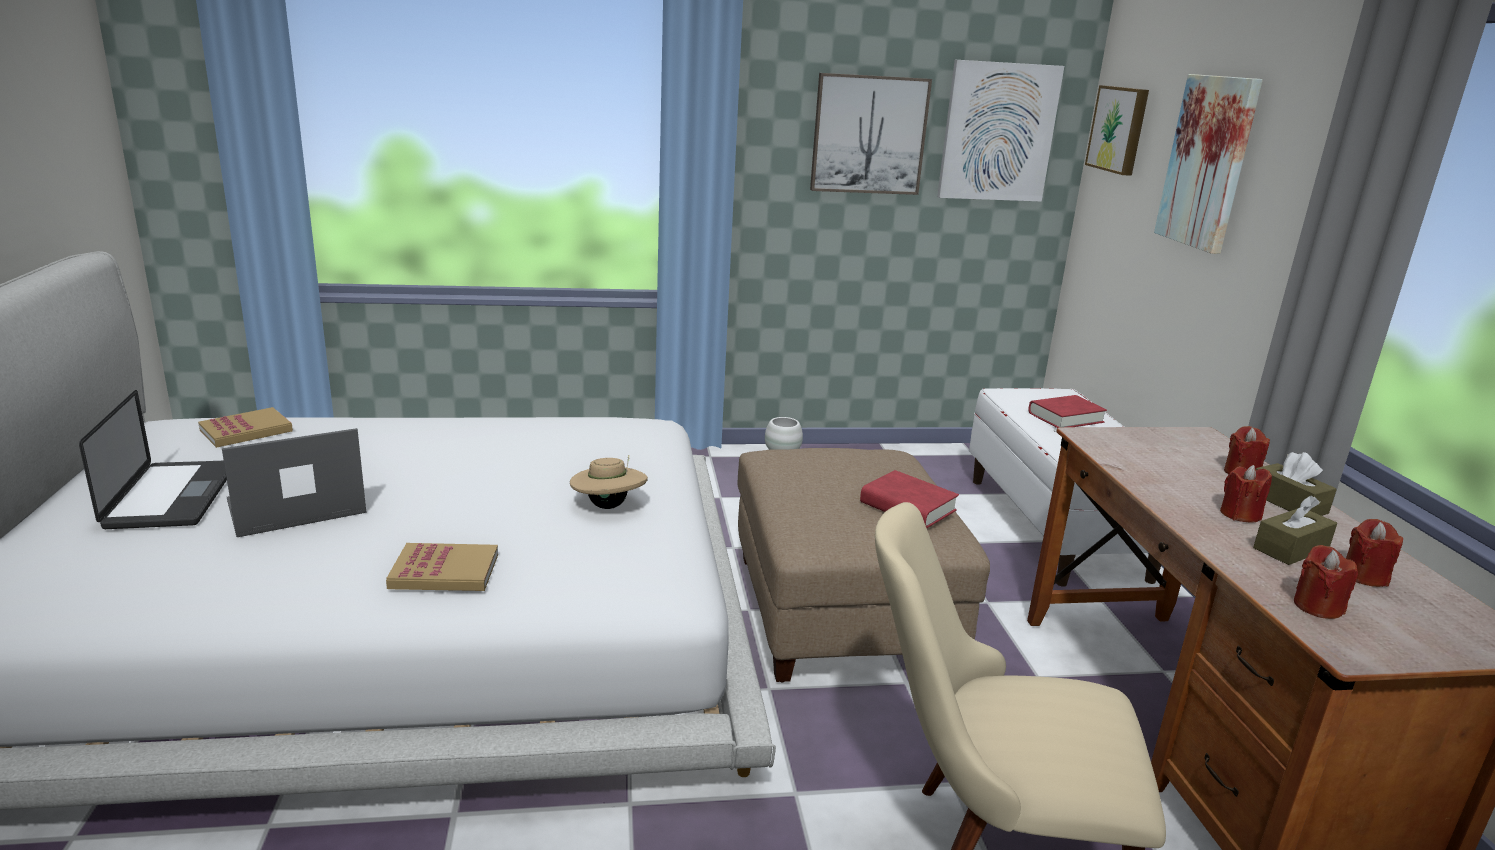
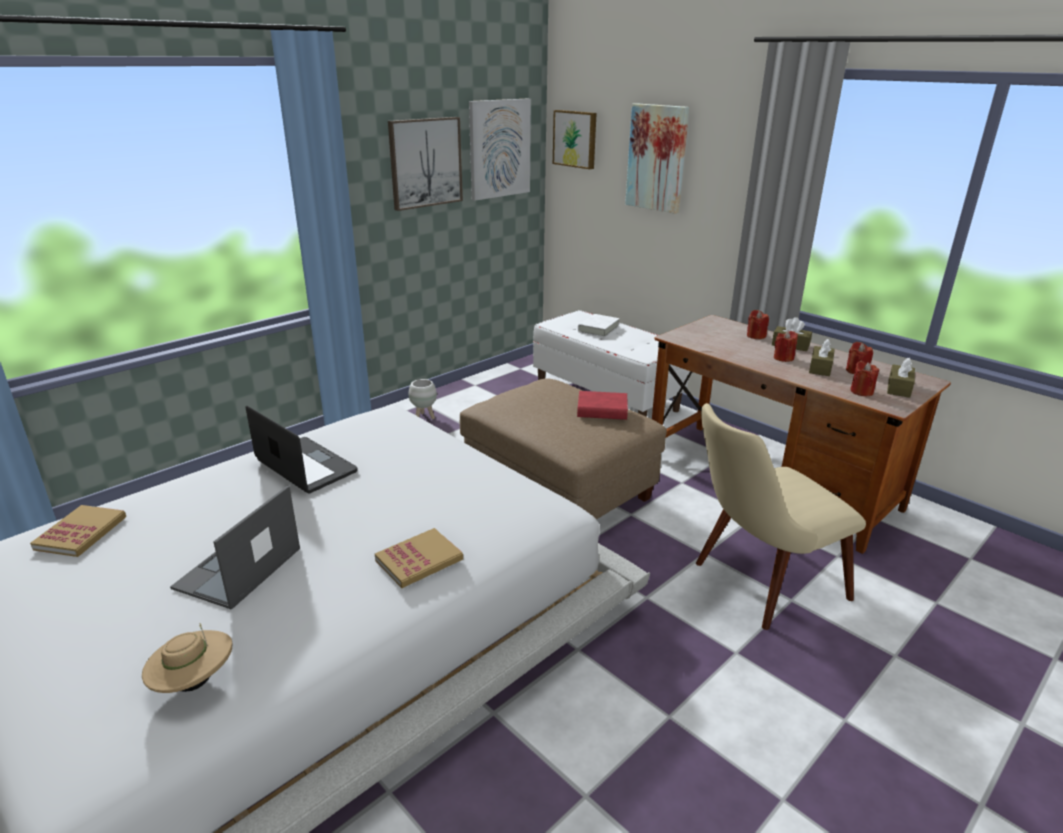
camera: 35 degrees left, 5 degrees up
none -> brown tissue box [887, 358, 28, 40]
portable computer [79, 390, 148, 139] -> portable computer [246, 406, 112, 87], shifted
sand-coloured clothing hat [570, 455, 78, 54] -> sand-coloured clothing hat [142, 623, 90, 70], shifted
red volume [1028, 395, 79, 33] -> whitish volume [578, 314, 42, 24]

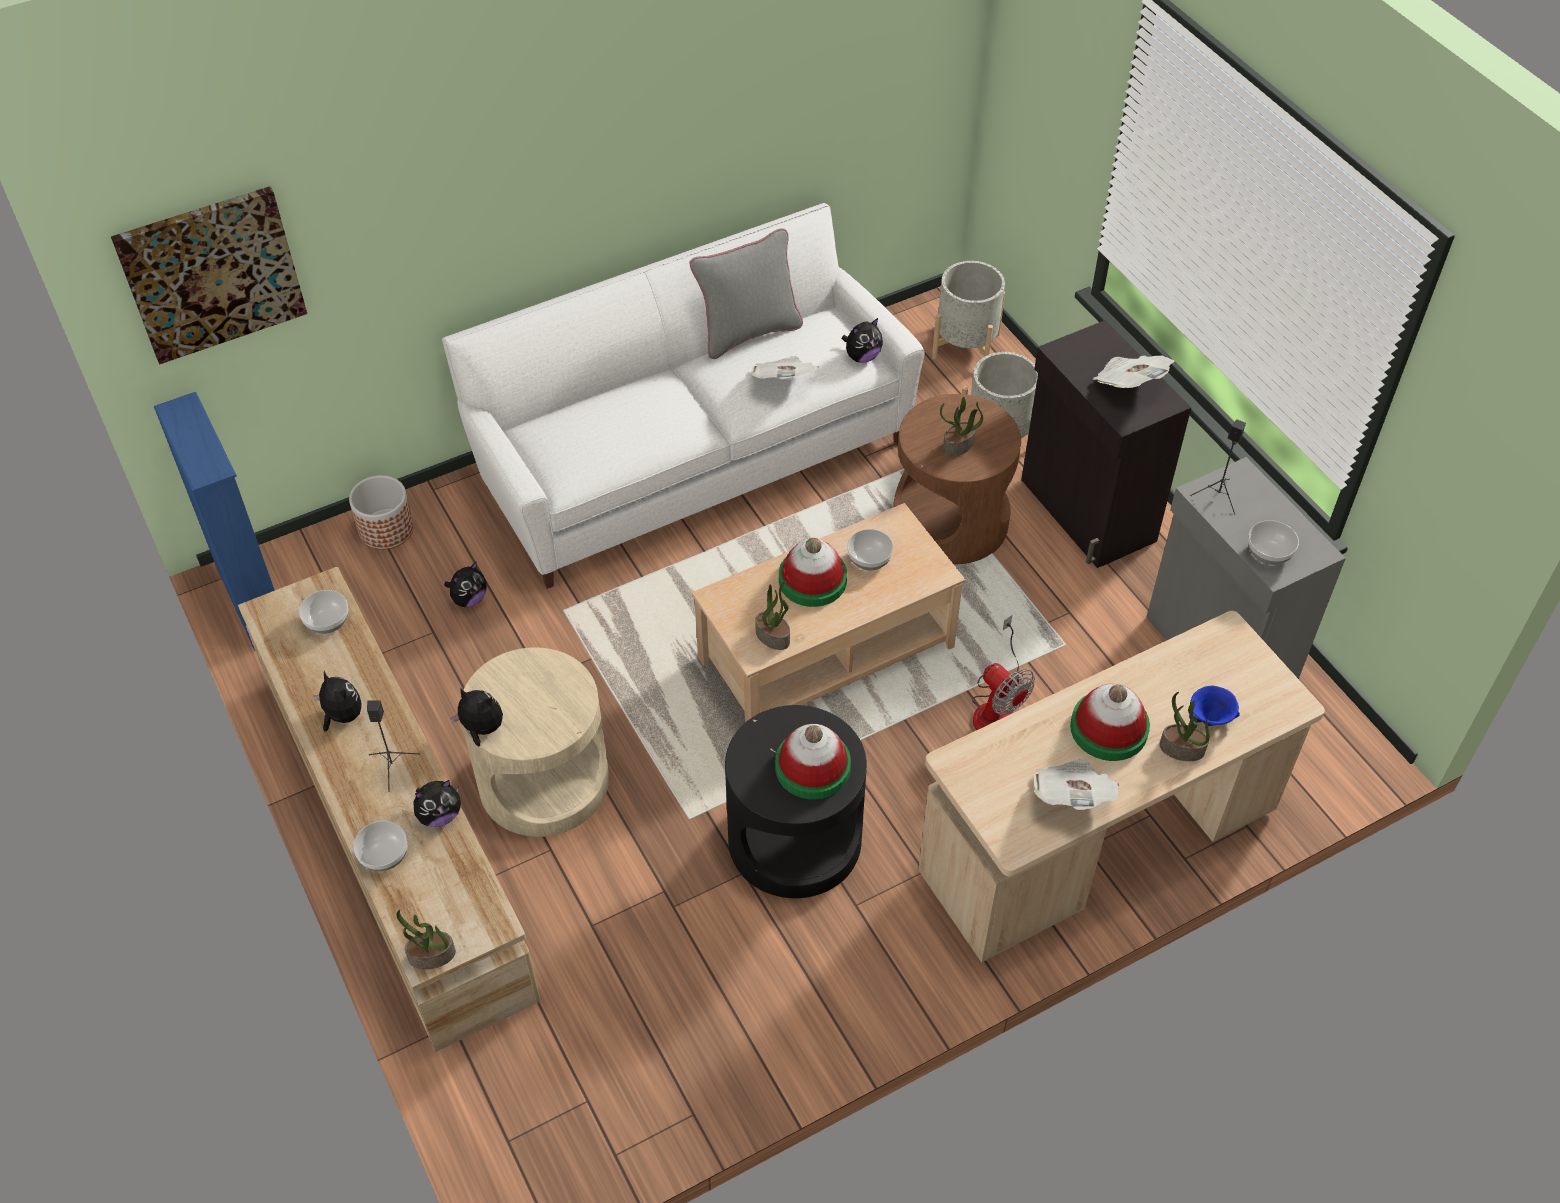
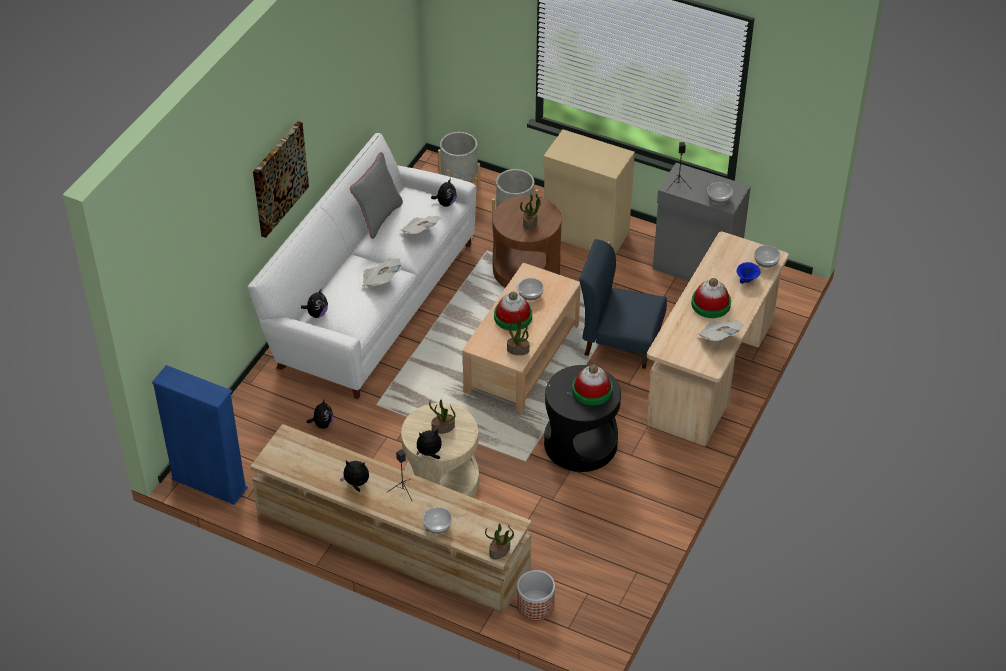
camera: 35 degrees left, 5 degrees down
picture [111, 186, 196, 178] -> picture [253, 121, 56, 117], shifted
bowl [299, 590, 49, 44] -> bowl [754, 245, 27, 23], shifted
planter [349, 475, 65, 75] -> planter [517, 570, 38, 51], shifted
soft toy [414, 780, 47, 47] -> soft toy [301, 288, 27, 30], shifted
daily paper [1093, 355, 82, 33] -> daily paper [362, 258, 40, 29], shifted
plant in a pot [1159, 692, 51, 69] -> plant in a pot [429, 400, 26, 34], shifted
electric fan [972, 615, 63, 115] -> blue plain chair [579, 239, 88, 130]
black storage cabinet [1021, 320, 170, 248] -> sand-coloured storage cabinet [543, 129, 92, 125]

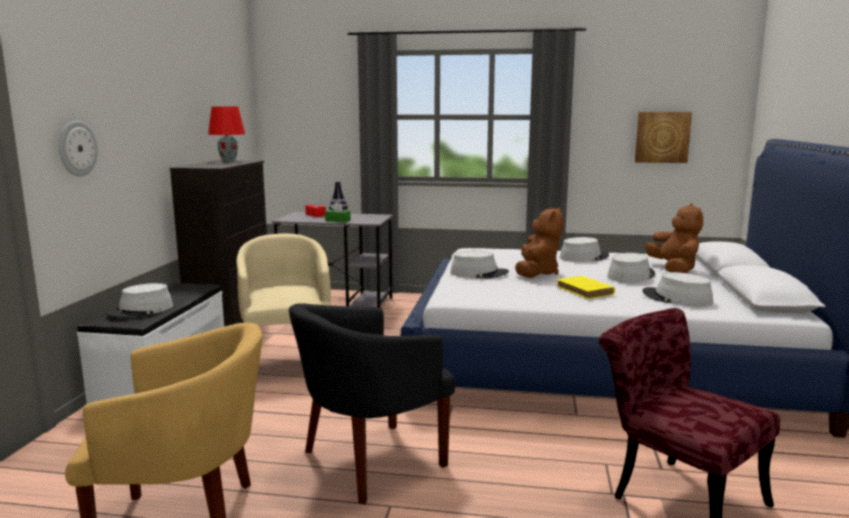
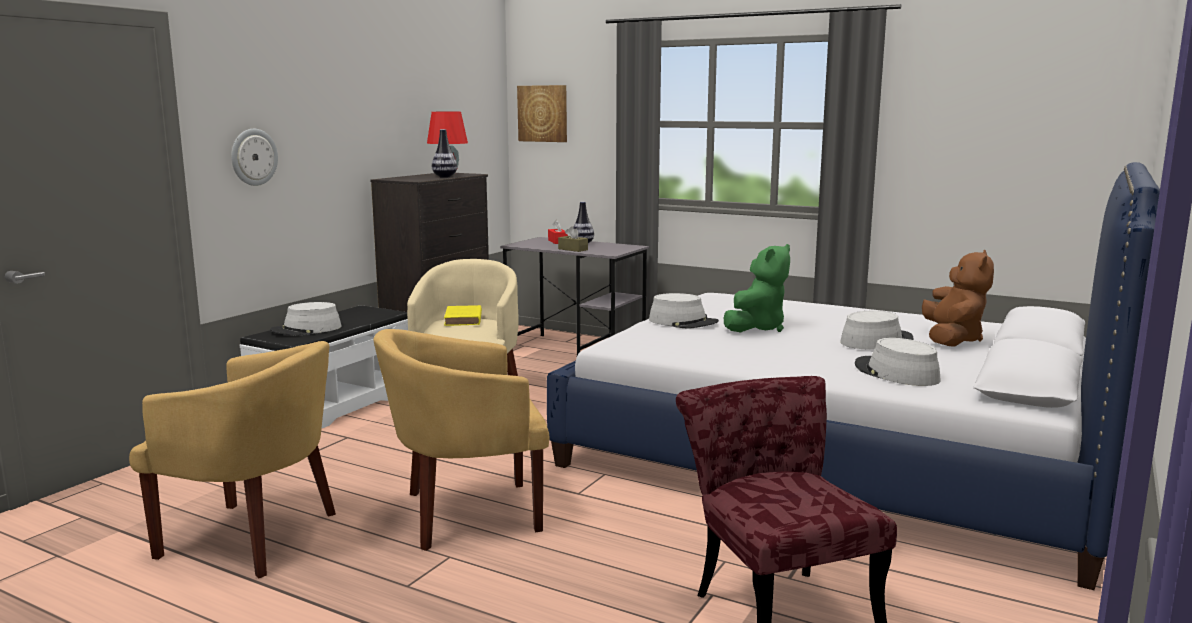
camera: 20 degrees right, 0 degrees up
gray clothing hat [560, 237, 49, 25] -> none
none -> vase [432, 129, 25, 49]
yellow-coloured volume [556, 276, 59, 23] -> yellow-coloured volume [444, 305, 38, 21], shifted
picture [635, 112, 57, 51] -> picture [517, 85, 50, 57], shifted
black lounge chair [289, 303, 166, 201] -> yellow-coloured lounge chair [373, 329, 176, 222]
greenish tissue box [325, 202, 26, 20] -> brown tissue box [558, 226, 30, 26]
brown soft toy [515, 207, 48, 71] -> greenish soft toy [724, 244, 66, 88]

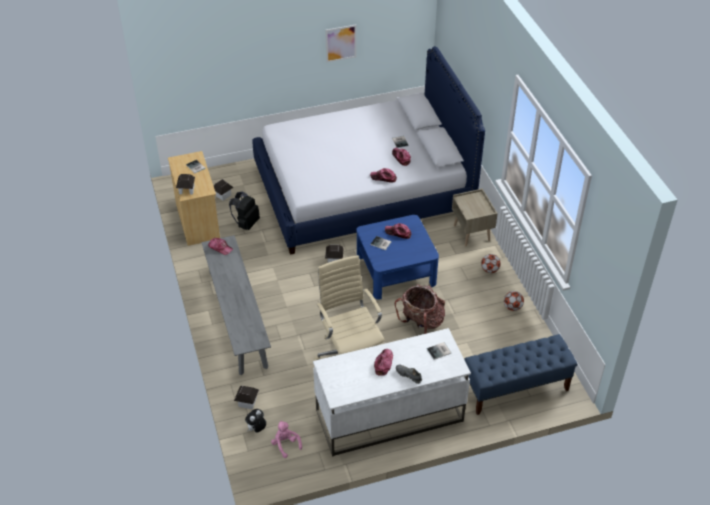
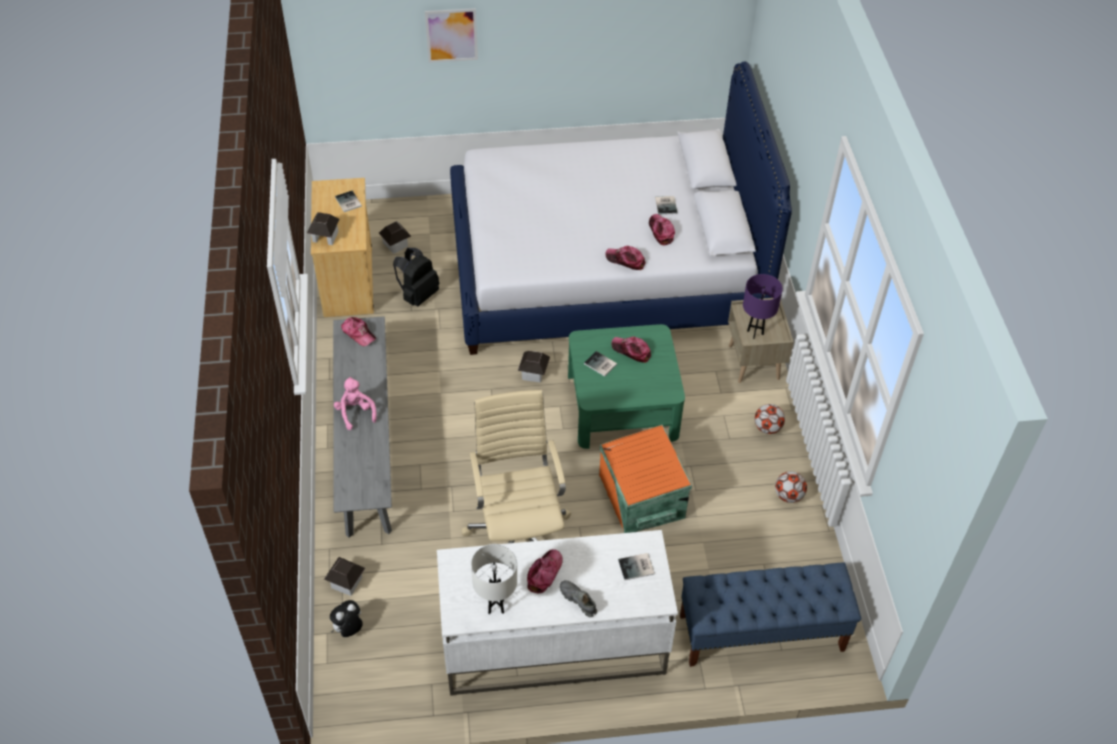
camera: 10 degrees right, 5 degrees up
none -> whitish tabletop lamp [471, 544, 46, 70]
none -> purplish tabletop lamp [743, 274, 40, 65]
pink soft toy [271, 420, 31, 38] -> pink soft toy [334, 377, 43, 53], shifted
picture [325, 25, 31, 38] -> picture [425, 8, 53, 55], shifted
rucksack [395, 284, 50, 50] -> orange storage bin [599, 425, 93, 108]
blue coffee table [357, 215, 82, 84] -> greenish coffee table [568, 324, 117, 125]

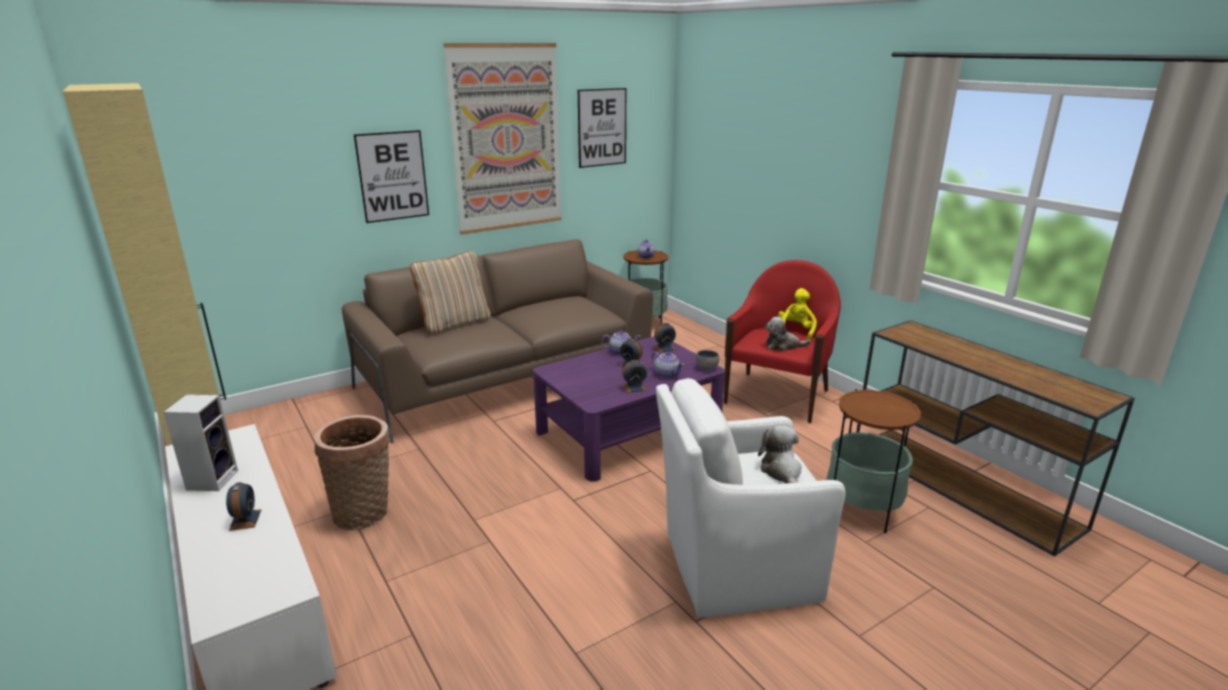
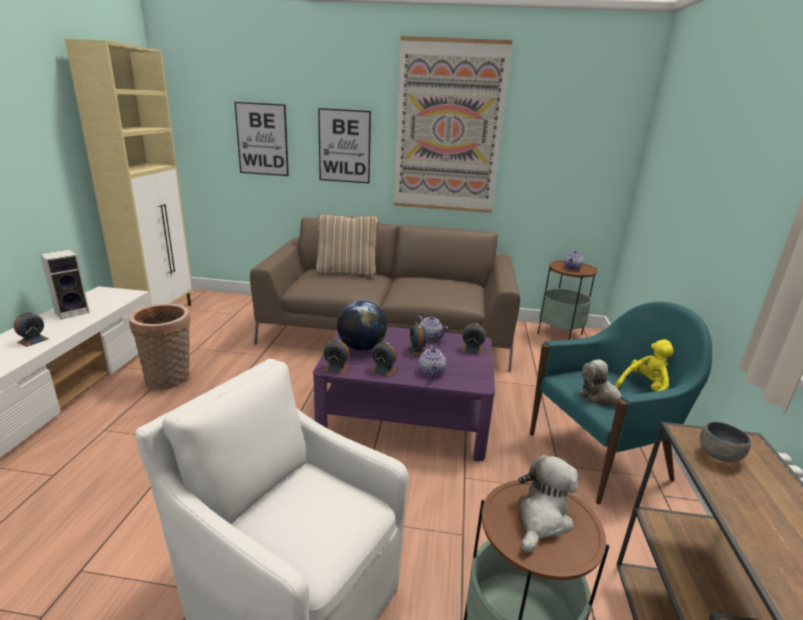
camera: 40 degrees right, 0 degrees up
none -> alarm clock [323, 339, 27, 35]
none -> desk globe [337, 300, 50, 51]
picture [578, 88, 48, 80] -> picture [234, 102, 55, 74], shifted
gray bowl [696, 350, 23, 20] -> gray bowl [700, 422, 51, 40], shifted
soft toy [758, 425, 43, 58] -> soft toy [517, 455, 61, 98], shifted
red lounge chair [724, 260, 117, 163] -> blue-green lounge chair [530, 301, 182, 203]

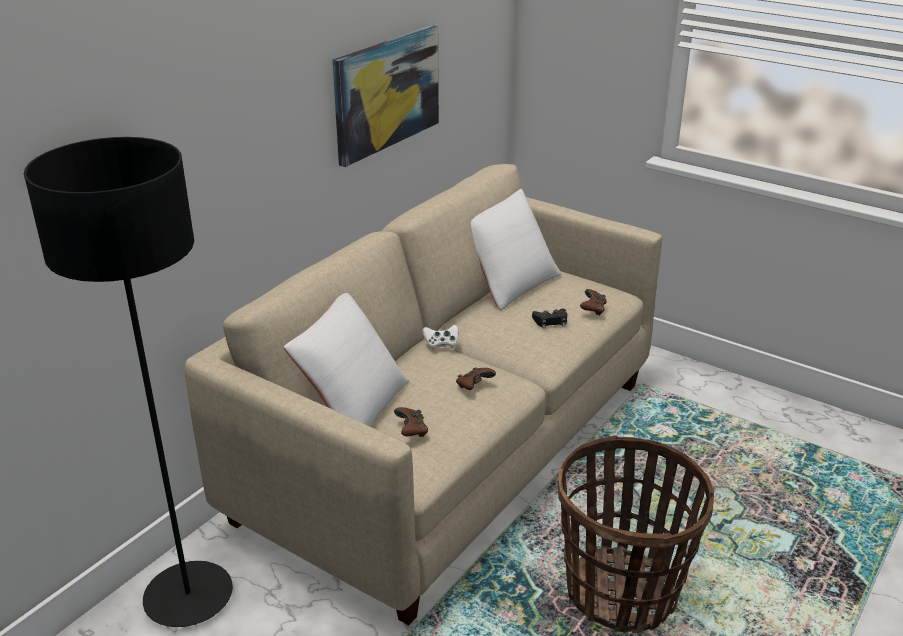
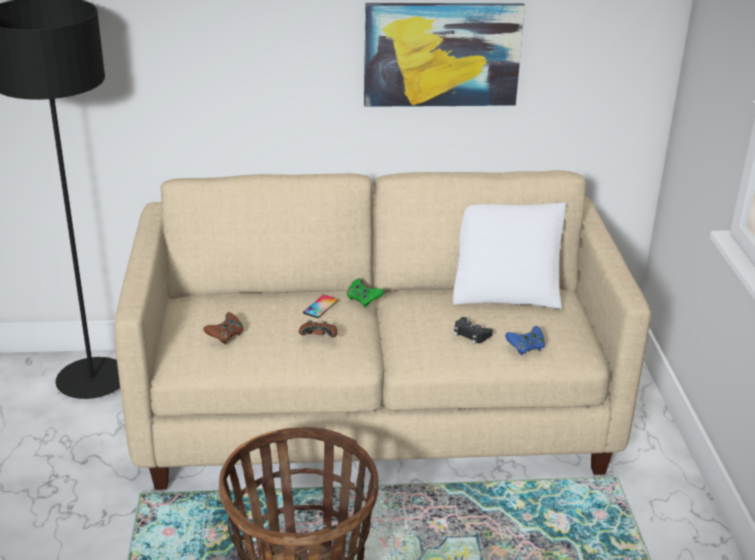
camera: 50 degrees right, 0 degrees up
whitish pillow [284, 293, 125, 134] -> none
none -> handset [303, 295, 35, 23]
whitish gamepad [422, 325, 37, 25] -> greenish gamepad [346, 278, 38, 29]
brown gamepad [580, 289, 27, 27] -> blue gamepad [505, 326, 40, 29]

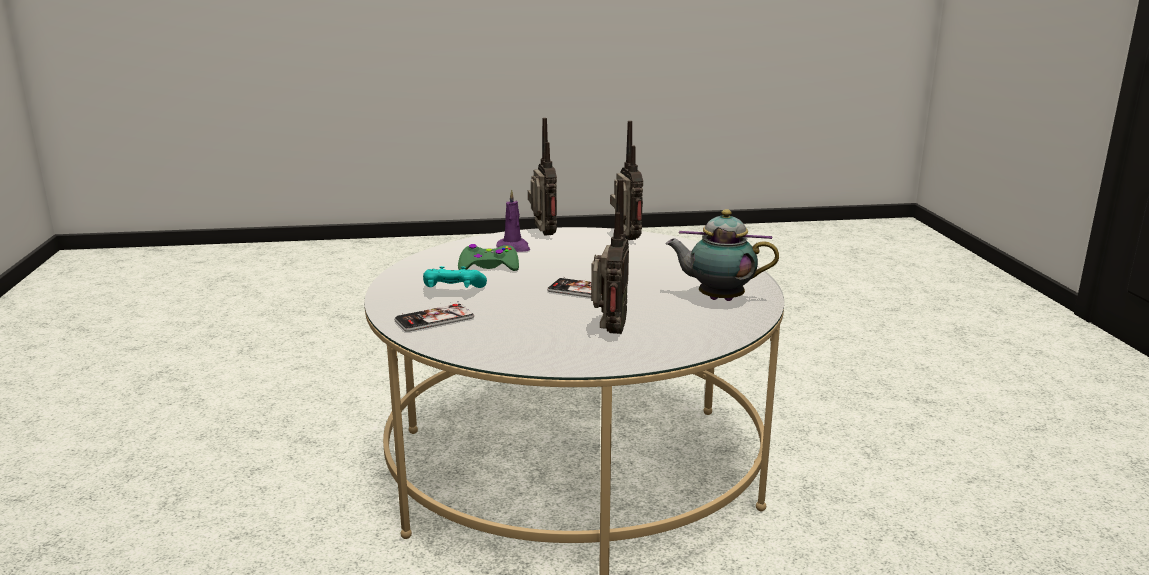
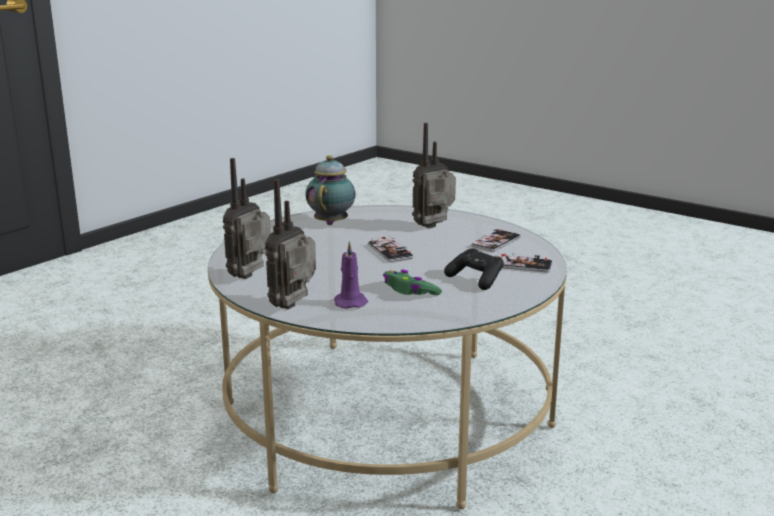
camera: 135 degrees left, 0 degrees up
none -> handset [471, 229, 50, 23]
blue-green gamepad [423, 266, 64, 22] -> black gamepad [444, 248, 60, 42]
teapot [665, 209, 114, 92] -> teapot [305, 155, 51, 70], 135 degrees counterclockwise

